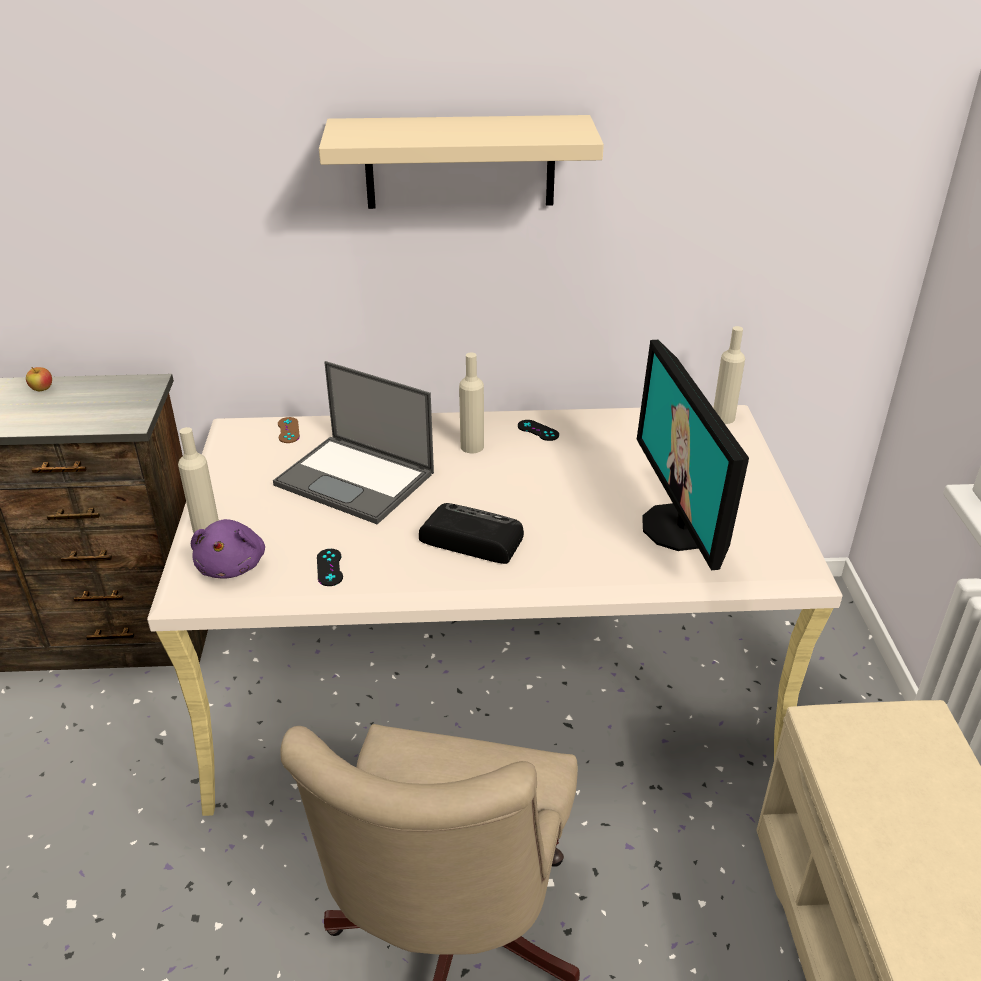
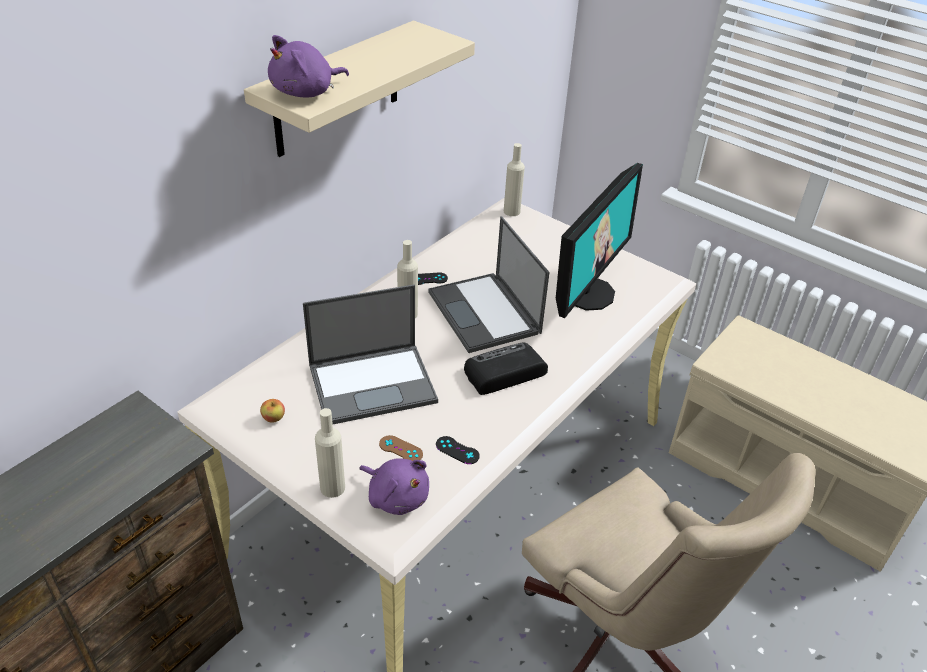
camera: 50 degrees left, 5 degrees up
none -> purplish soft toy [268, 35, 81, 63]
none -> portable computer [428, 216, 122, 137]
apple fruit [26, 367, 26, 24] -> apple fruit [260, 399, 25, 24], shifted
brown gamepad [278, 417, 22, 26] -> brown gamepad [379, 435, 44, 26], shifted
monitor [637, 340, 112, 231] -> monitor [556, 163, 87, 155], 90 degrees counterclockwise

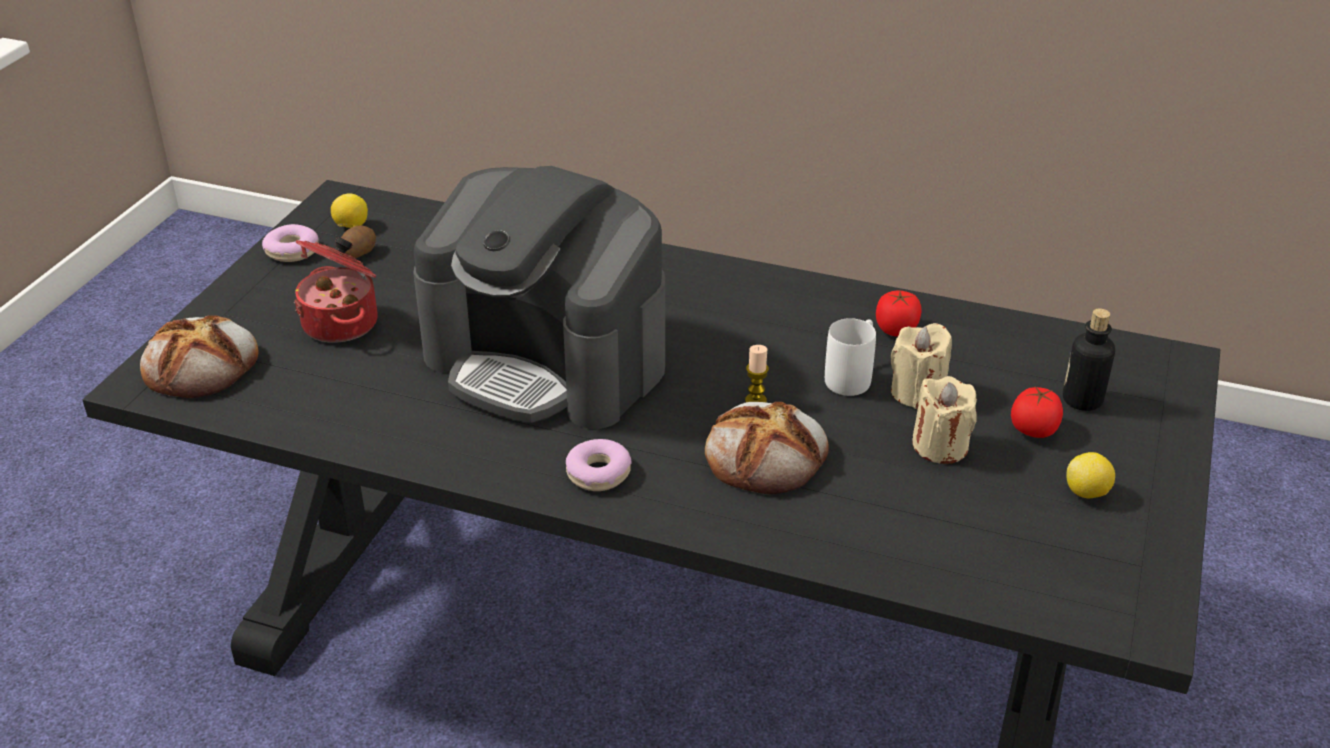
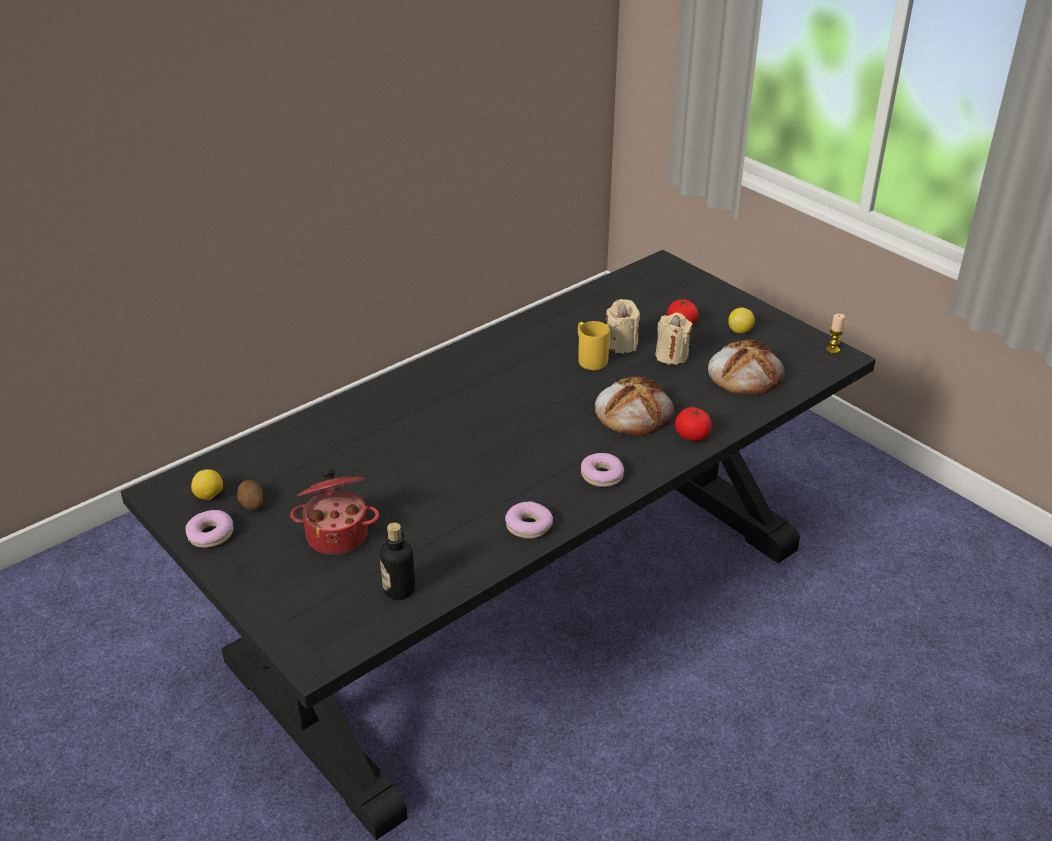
camera: 60 degrees left, 0 degrees up
coffee machine [413, 166, 252, 263] -> none
none -> donut [505, 502, 48, 37]
bread [140, 315, 119, 83] -> bread [708, 339, 77, 57], shifted
candle [745, 345, 24, 58] -> candle [826, 314, 19, 40], shifted
fresh tomato [876, 290, 45, 47] -> fresh tomato [675, 407, 37, 34], shifted
drink bottle [1063, 308, 52, 103] -> drink bottle [380, 523, 35, 77], shifted
whitish tea mug [825, 318, 51, 78] -> yellow-coloured tea mug [578, 321, 32, 49]

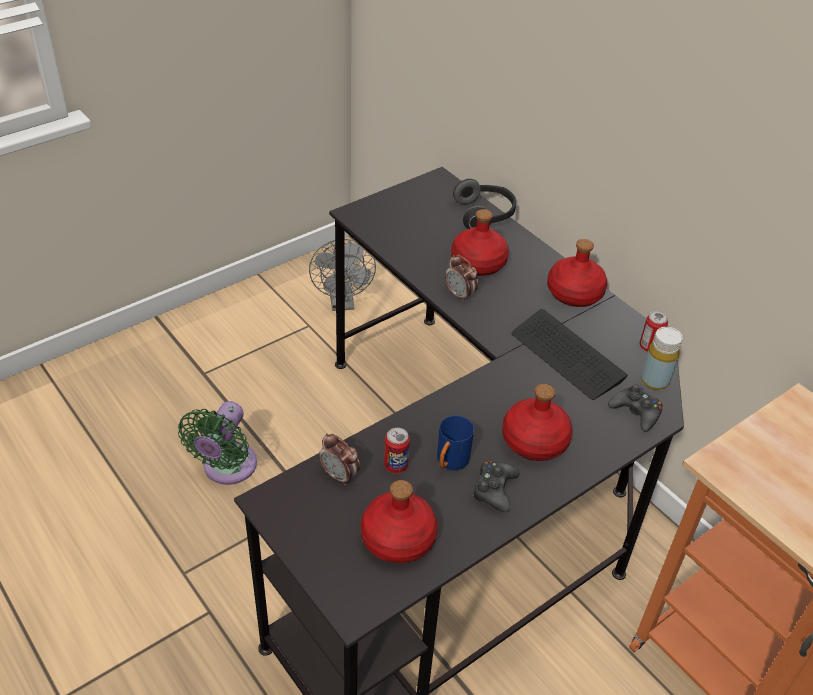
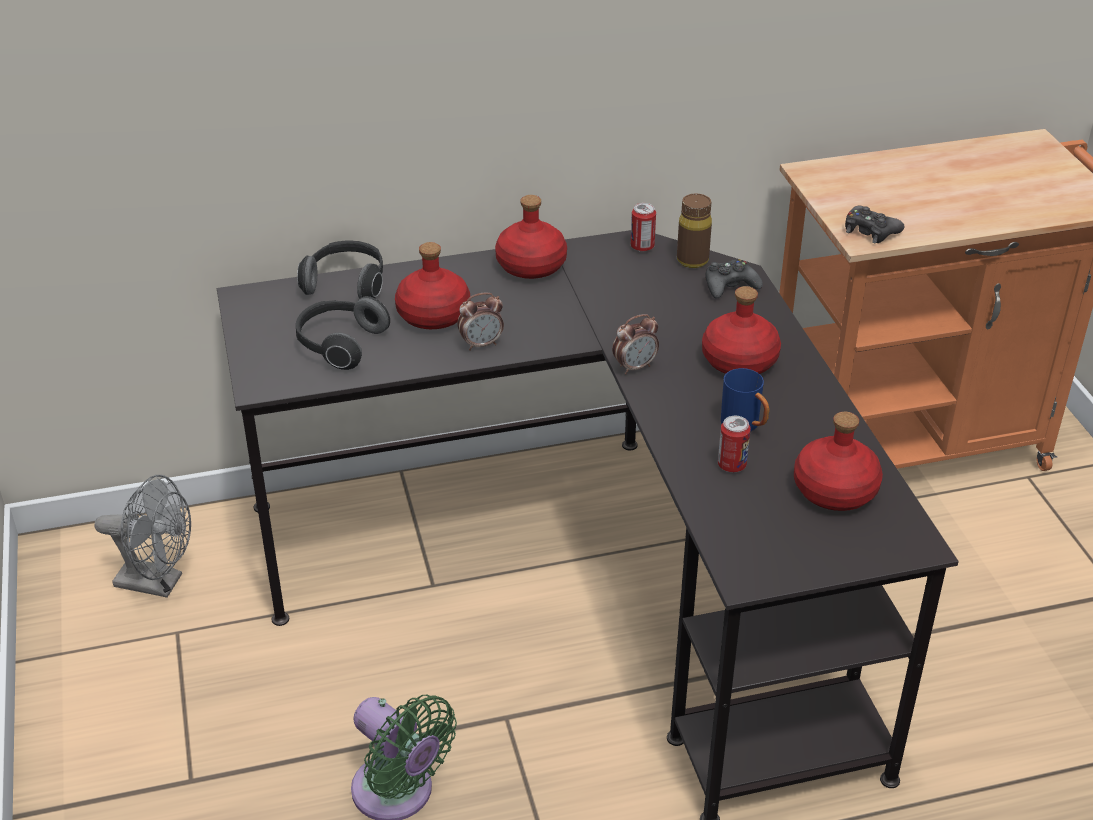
camera: 65 degrees left, 5 degrees down
keyboard [512, 309, 116, 91] -> none
none -> headphones [296, 296, 94, 74]
alarm clock [319, 433, 41, 53] -> alarm clock [612, 314, 47, 61], shifted
black gamepad [472, 461, 47, 52] -> black gamepad [845, 205, 60, 38], shifted
yellow-coloured drink bottle [641, 327, 42, 63] -> brown drink bottle [677, 194, 35, 74]

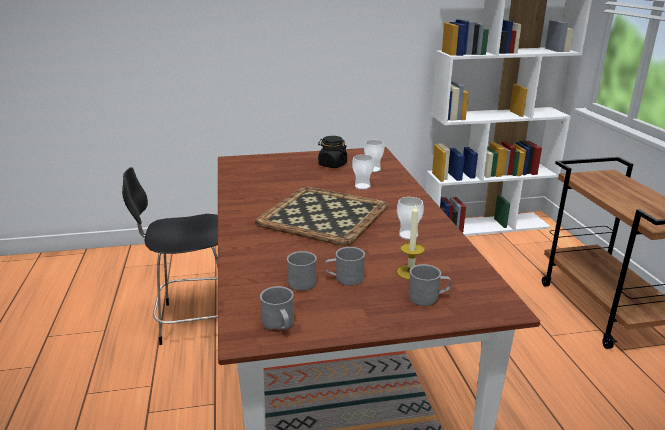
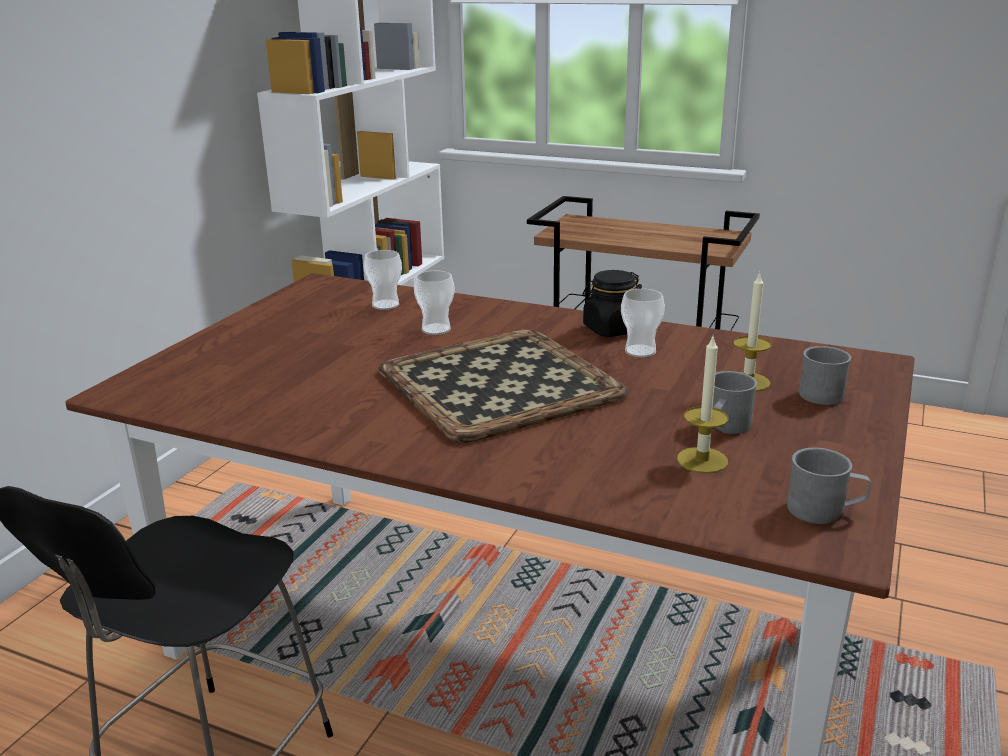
camera: 55 degrees left, 0 degrees up
black preserve jar [318, 136, 29, 32] -> black preserve jar [583, 270, 59, 67], shifted
gray tea mug [287, 251, 30, 40] -> candle [677, 337, 51, 137]

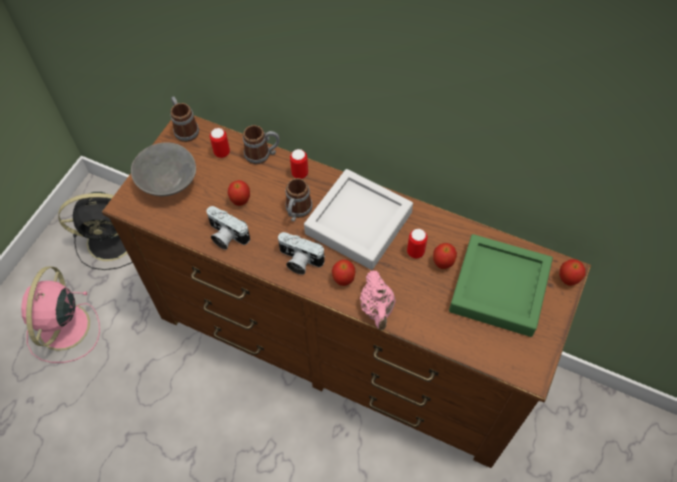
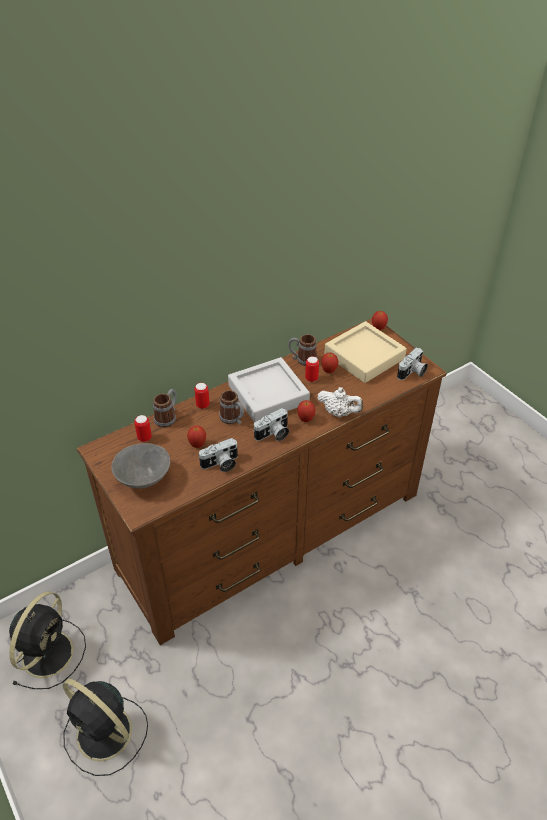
camera: 60 degrees left, 15 degrees down
none -> still camera [397, 347, 31, 33]
tea mug [170, 96, 29, 46] -> tea mug [289, 334, 28, 32], shifted
pink electric fan [21, 266, 79, 97] -> black electric fan [63, 679, 85, 97]
pink teapot [360, 270, 36, 60] -> whitish teapot [317, 387, 47, 30]
greenish tray [449, 234, 104, 103] -> sand-coloured tray [324, 321, 83, 62]

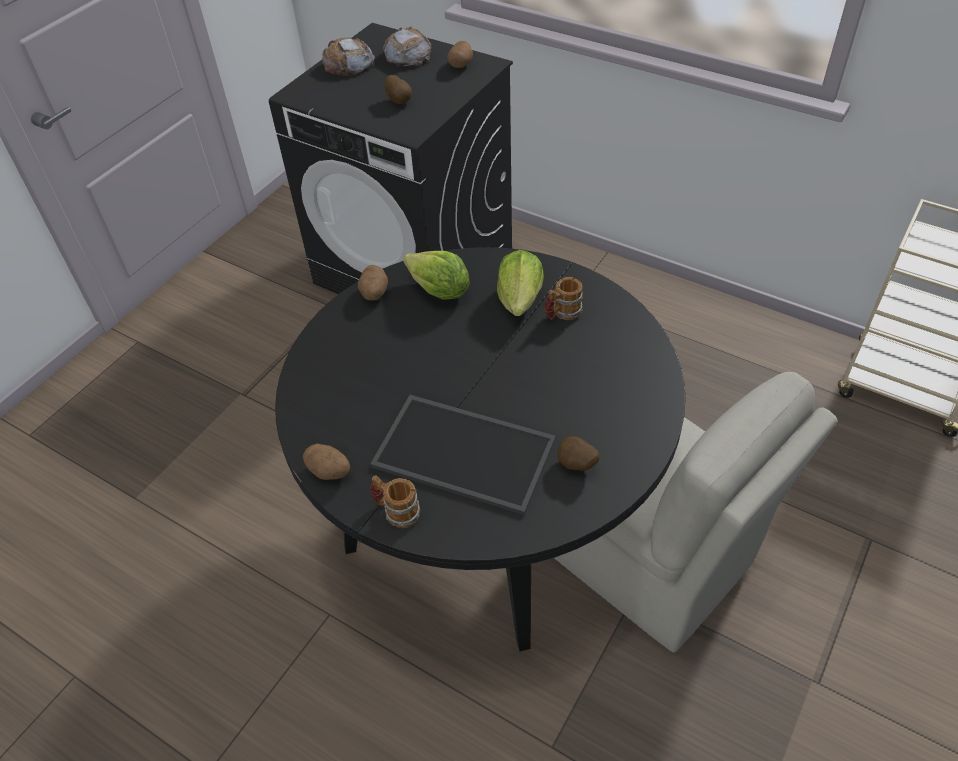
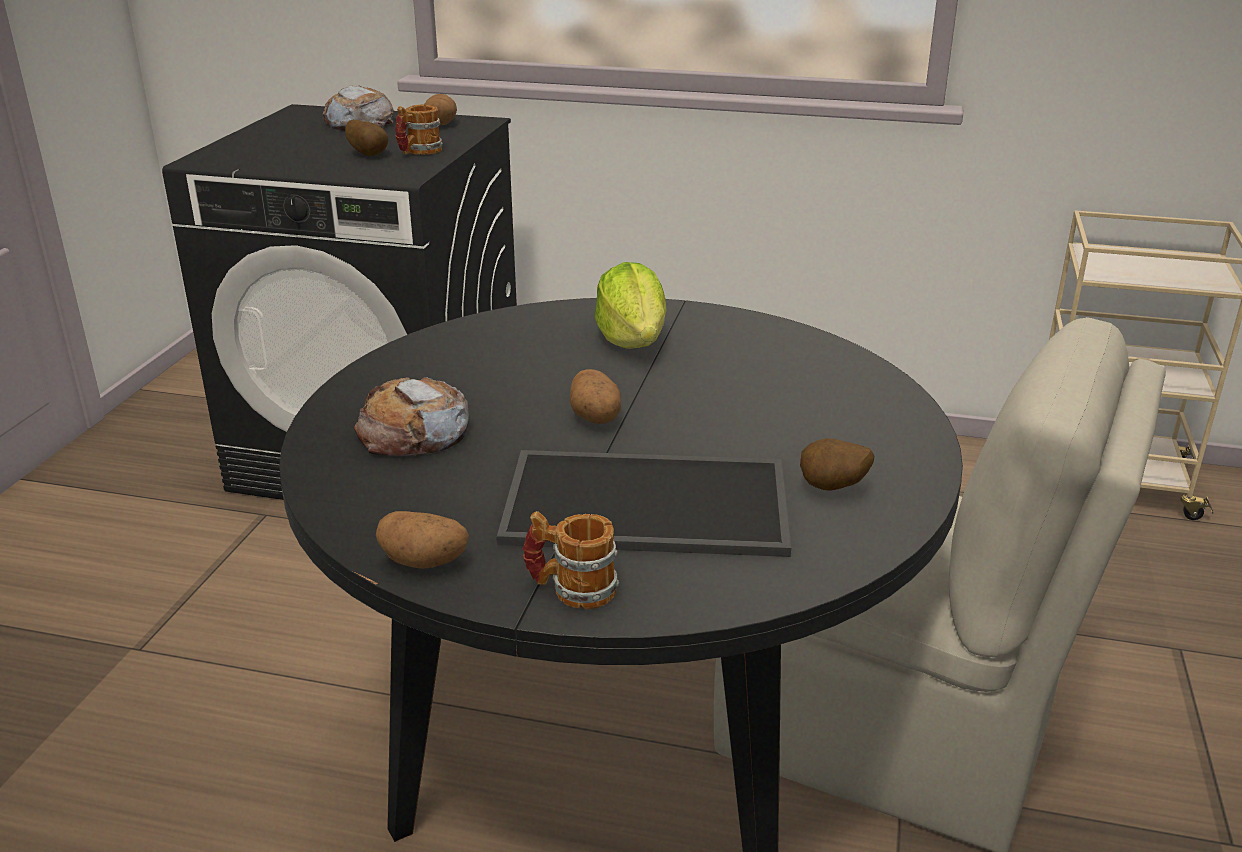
camera: 20 degrees left, 20 degrees down
lettuce [403, 251, 67, 49] -> none
bread [322, 37, 54, 39] -> bread [354, 377, 115, 79], shifted
whole potato [358, 265, 30, 35] -> whole potato [570, 369, 51, 55], shifted
tea mug [545, 277, 38, 43] -> tea mug [395, 104, 48, 51], shifted

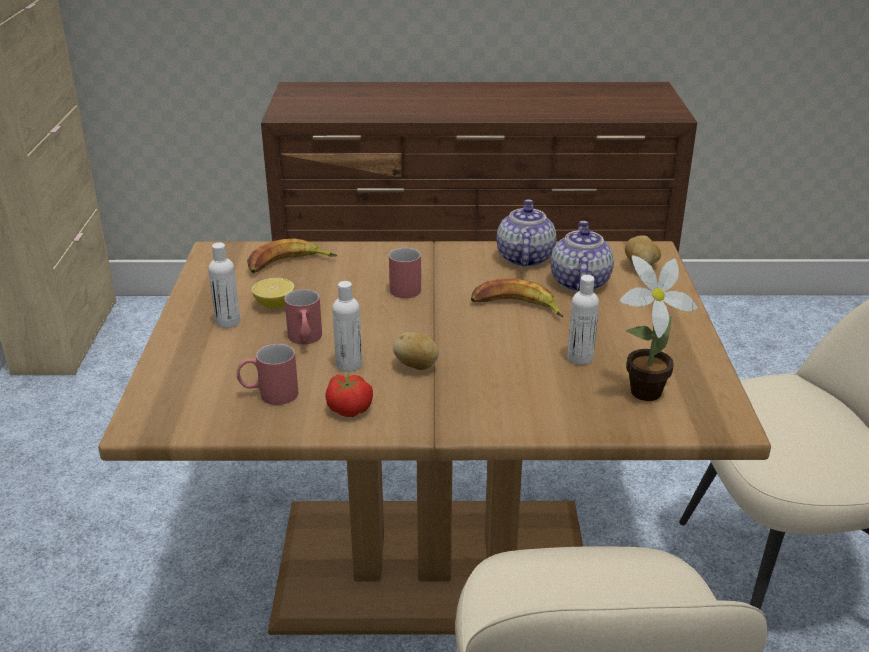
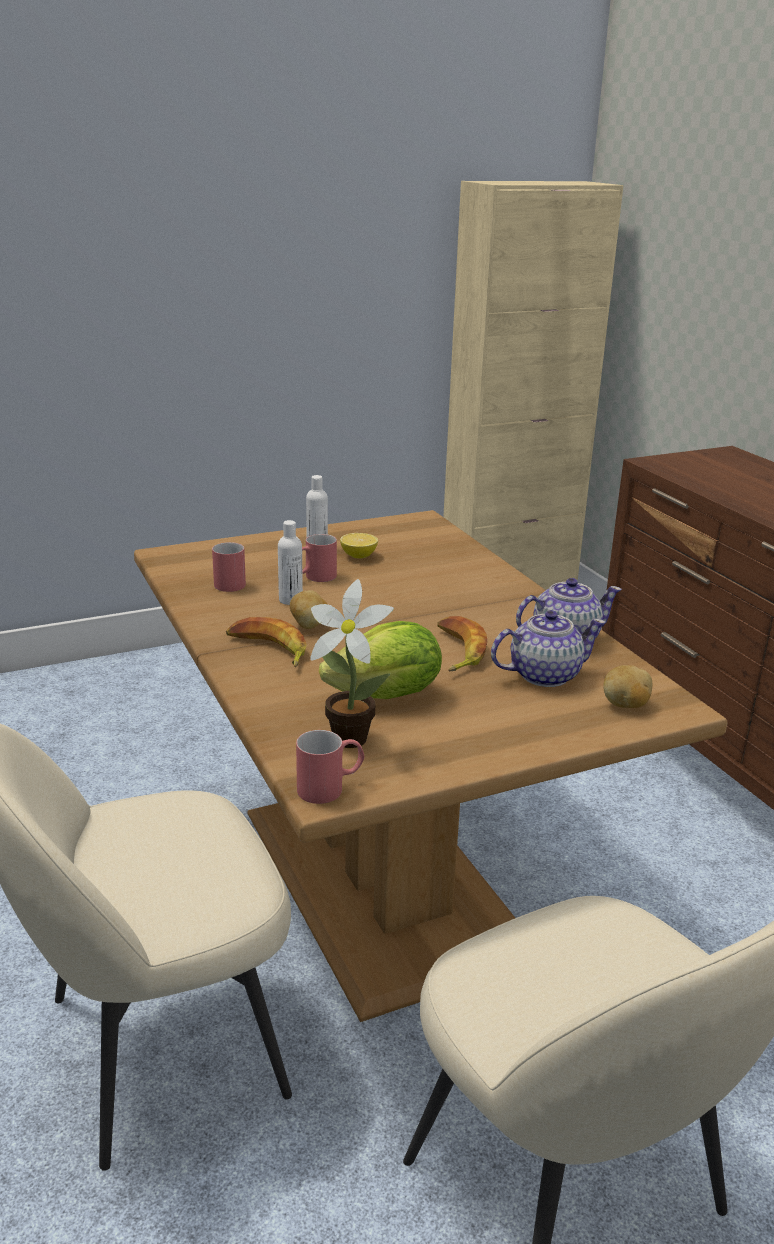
camera: 65 degrees right, 5 degrees down
fresh tomato [325, 375, 48, 42] -> none
whole banana [247, 239, 90, 34] -> whole banana [226, 617, 81, 50], shifted
red tea mug [389, 248, 32, 50] -> red tea mug [296, 730, 68, 74], shifted
whitish drink bottle [567, 275, 32, 90] -> lettuce [319, 621, 123, 78]

